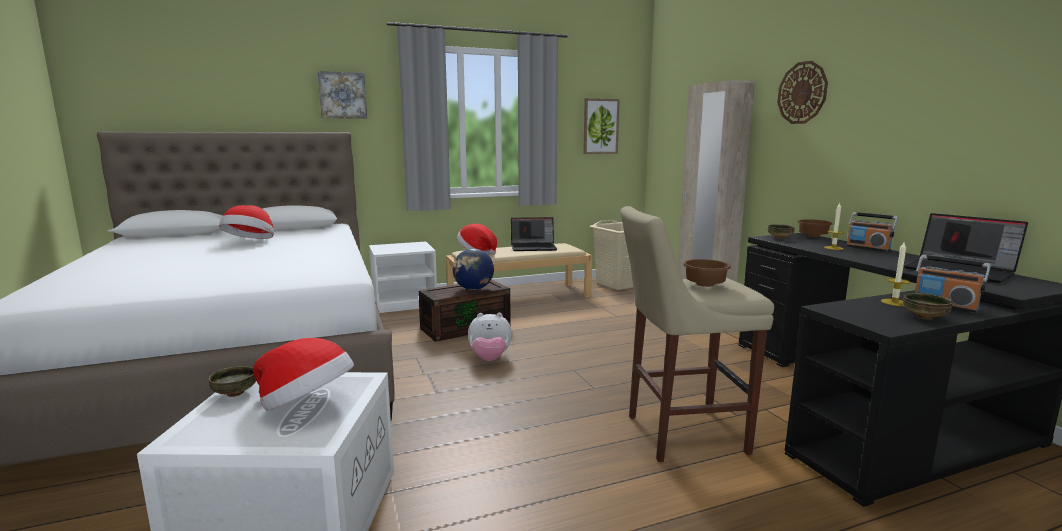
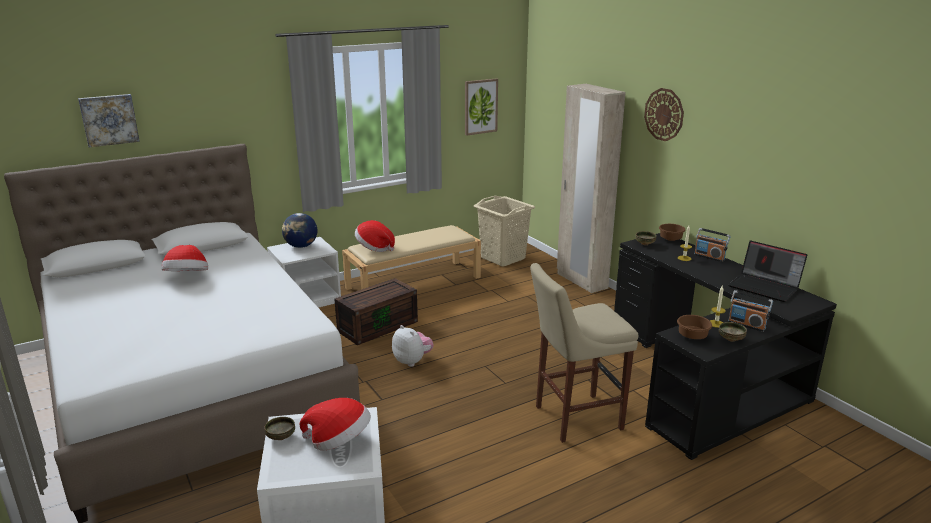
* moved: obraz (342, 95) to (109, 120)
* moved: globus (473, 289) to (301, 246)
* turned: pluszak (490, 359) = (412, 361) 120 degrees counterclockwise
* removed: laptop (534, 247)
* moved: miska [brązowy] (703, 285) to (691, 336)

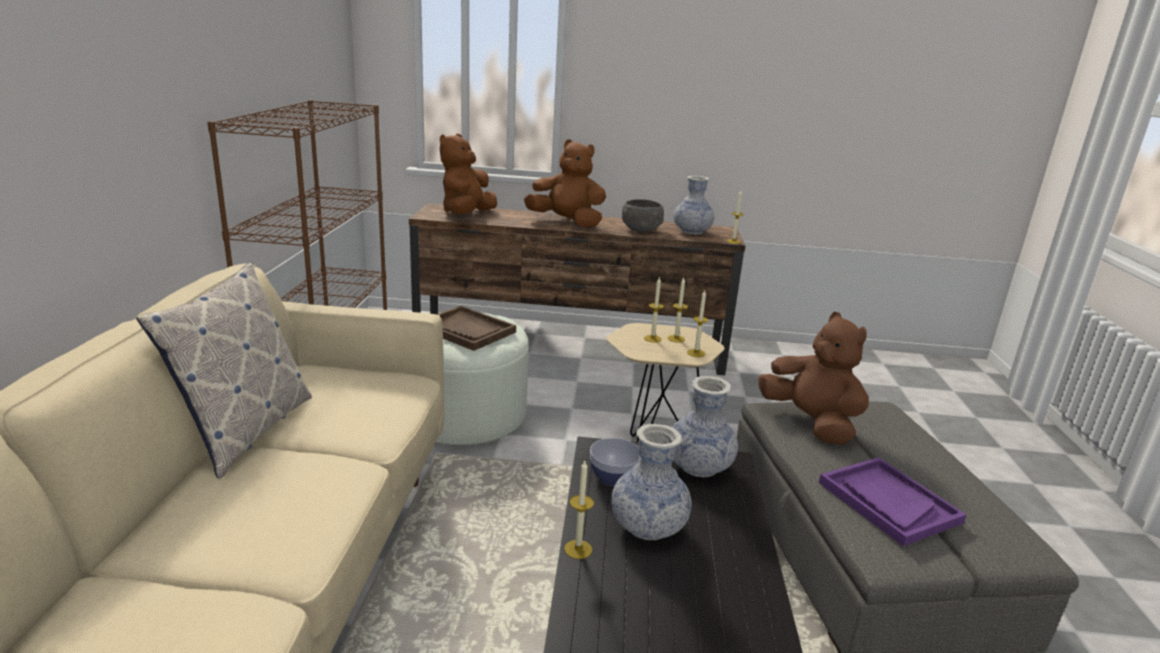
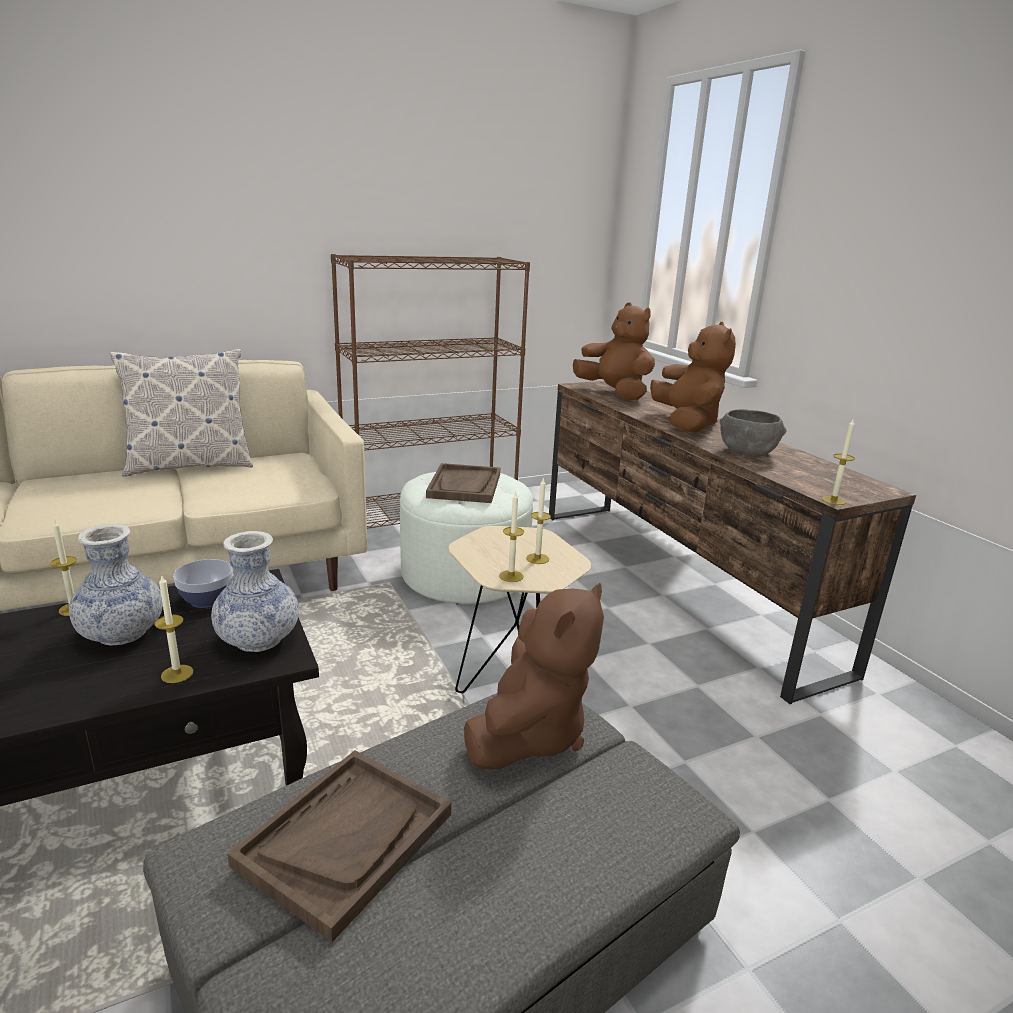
* turned: pluszak [brązowy] (467, 214) = (614, 393) 60 degrees clockwise
* moved: świeca (652, 338) to (177, 674)
* removed: wazon (691, 231)
* recoloured: taca [fioletowy] (888, 502) to taca [brązowy] (345, 839)

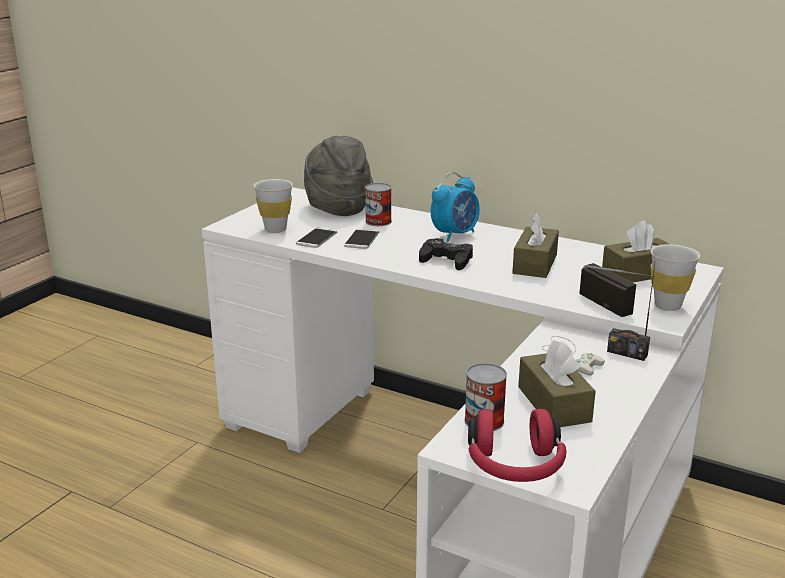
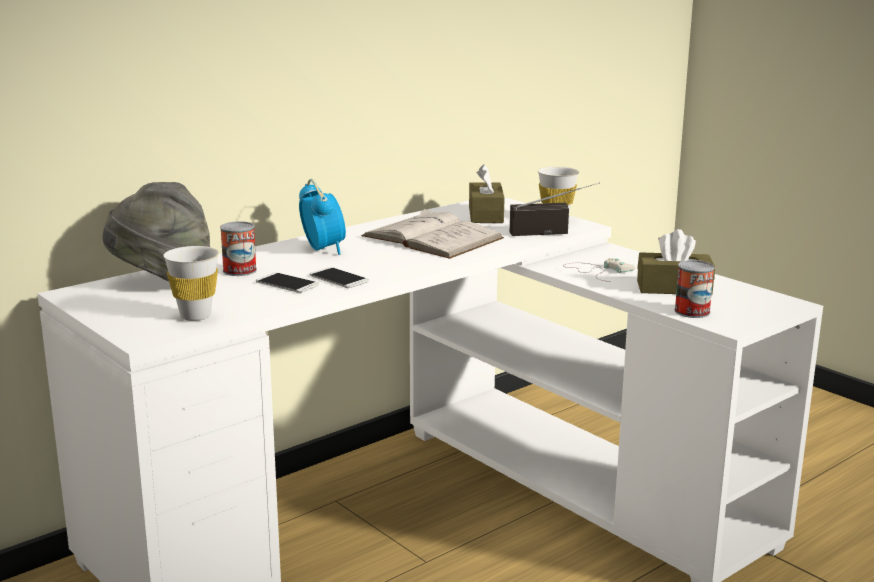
* moved: telefon (317, 238) to (338, 278)
* removed: pad do gier [czarny] (446, 260)
* removed: słuchawki [czerwony] (515, 467)
* replaced: pudełko chusteczek [brązowy] (535, 264) to książka [biały] (432, 237)
* removed: radio (627, 353)

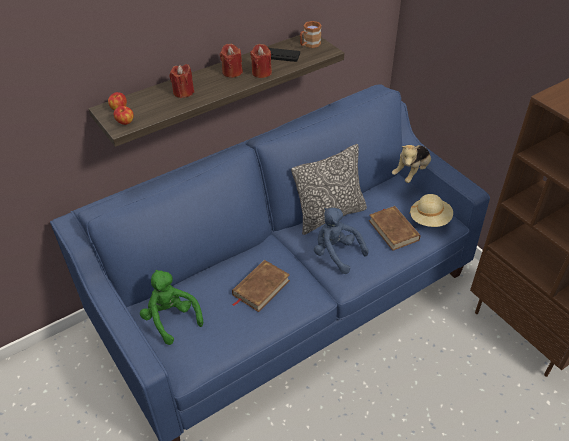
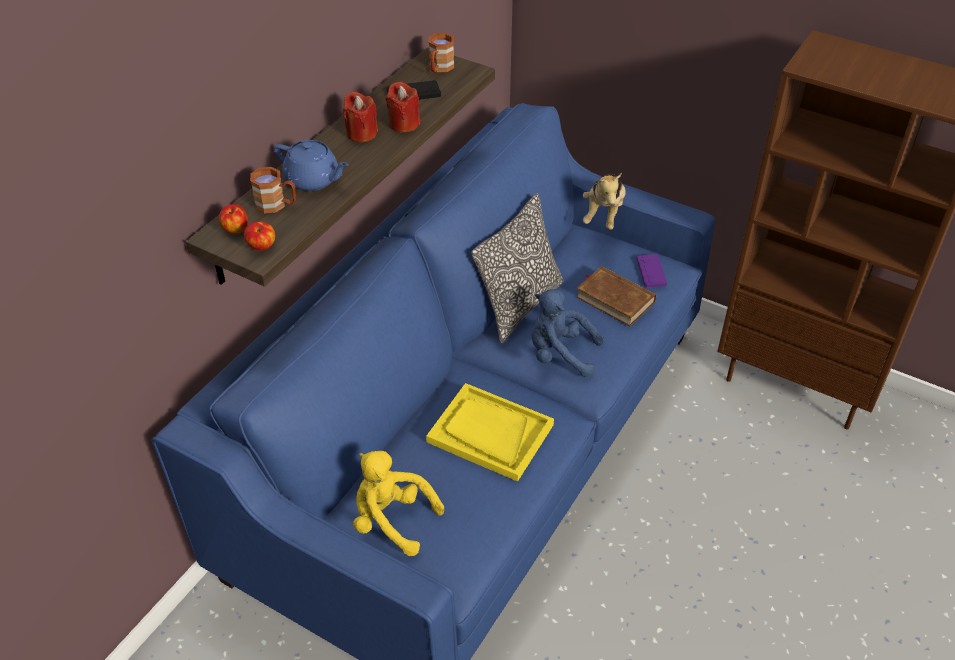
* recoloured: pluszak [zielony] (171, 319) to pluszak [żółty] (391, 520)
* replaced: świeca [czerwony] (183, 92) to imbryk [niebieski] (313, 180)
* replaced: książka [brązowy] (260, 288) to taca [żółty] (490, 433)
* replaced: kapelusz [beżowy] (430, 219) to pad do gier [fioletowy] (651, 271)
* added: kubek [brązowy] (276, 205)

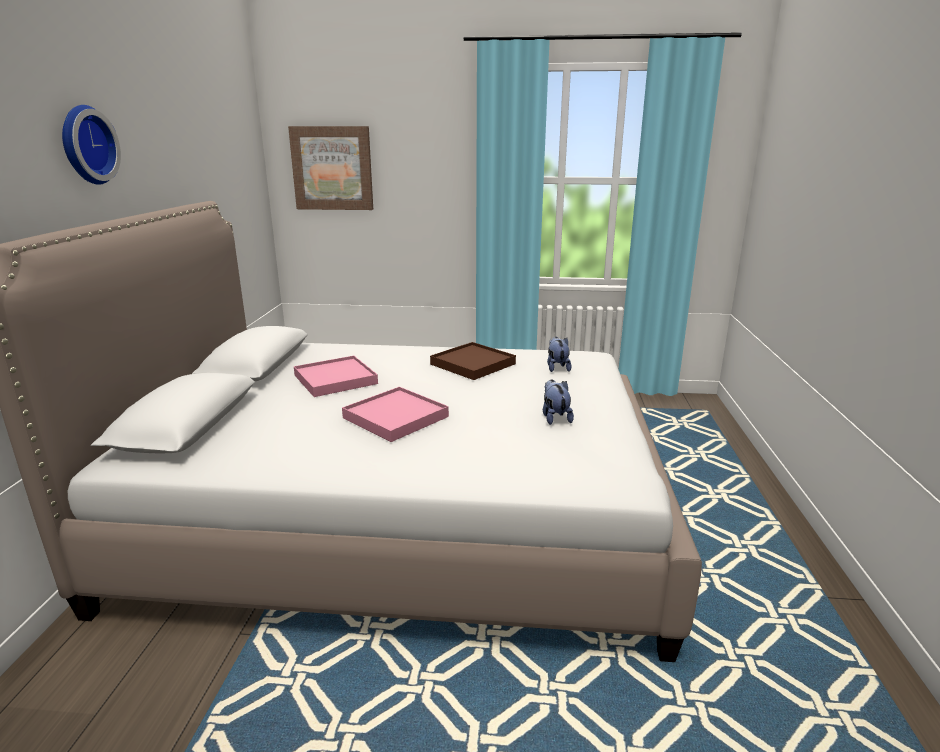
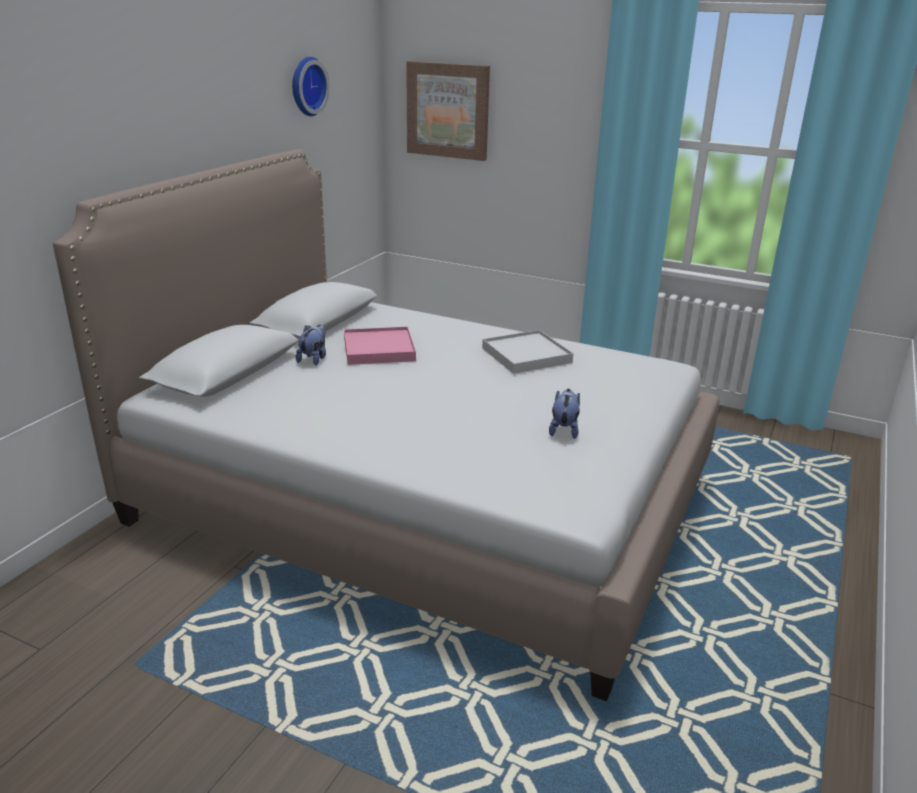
* moved: zegar ścienny (85, 145) to (306, 86)
* removed: taca [różowy] (396, 417)
* recoloured: taca [brązowy] (473, 364) to taca [biały] (526, 355)
* moved: pluszak (557, 367) to (314, 359)

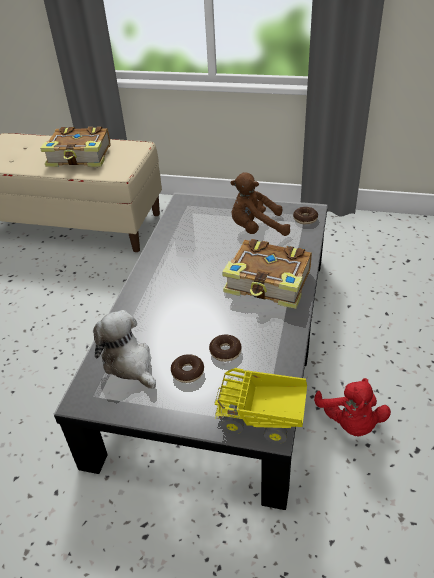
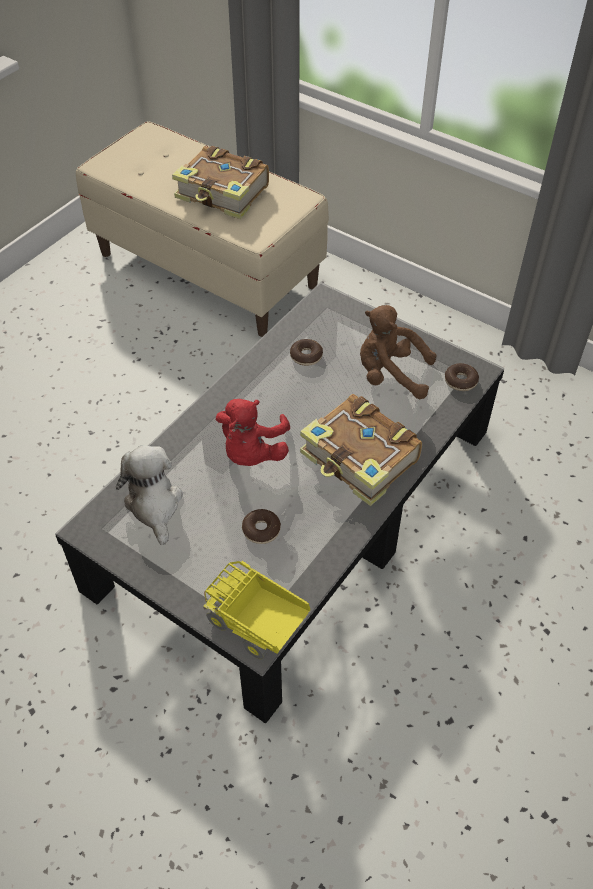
* moved: donut (188, 372) to (306, 356)
* moved: pluszak [czerwony] (350, 422) to (252, 452)

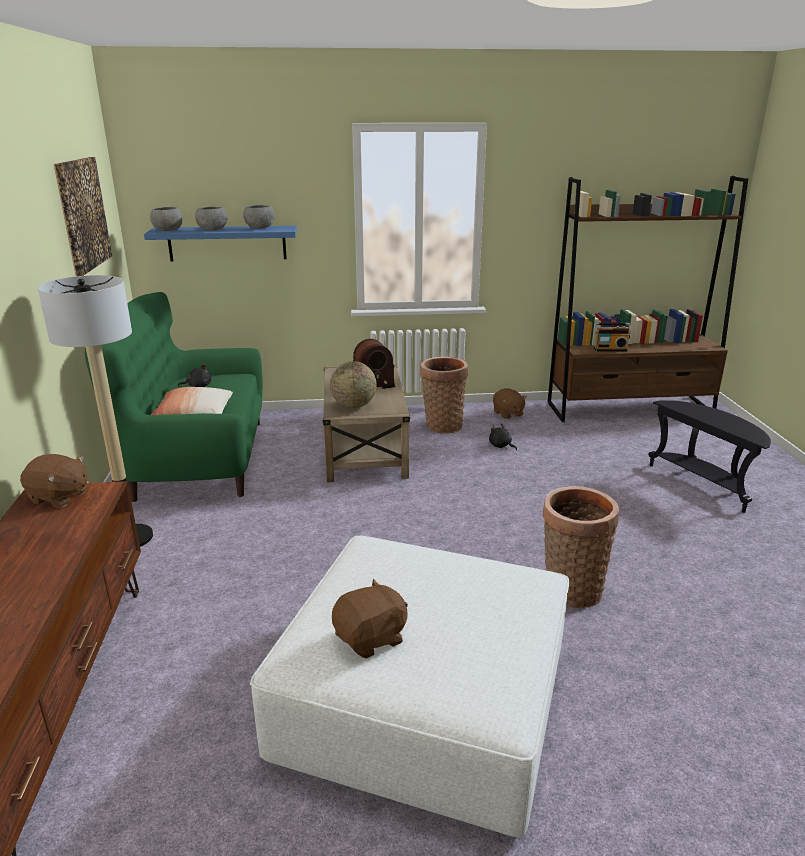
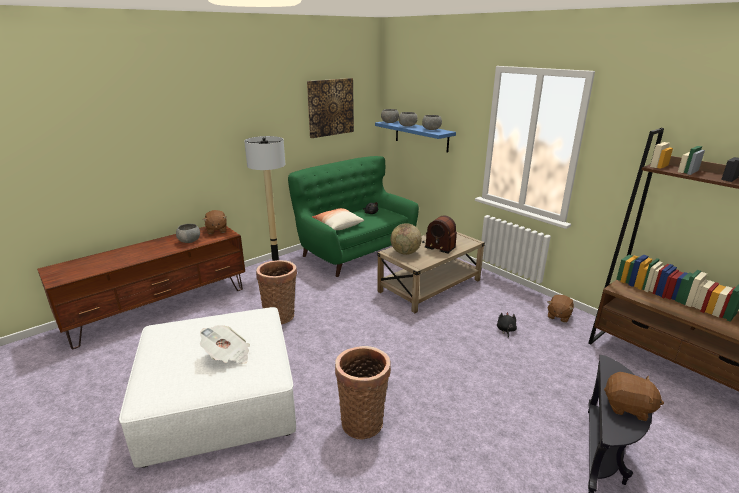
* moved: pluszak [brązowy] (371, 638) to (628, 407)
* moved: koszyk (442, 425) to (280, 315)
* removed: radio (610, 349)
* added: miska [szary] (189, 241)
* added: gazeta (228, 355)

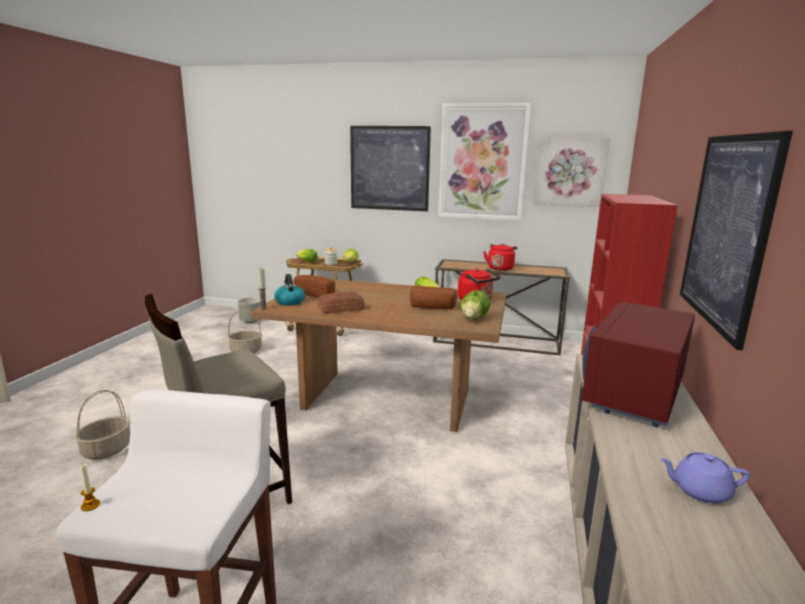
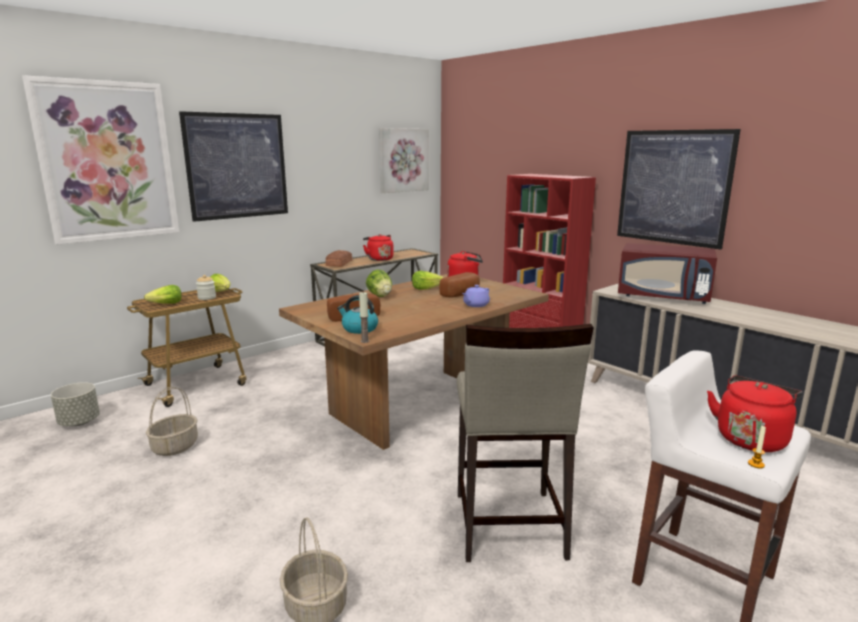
* moved: chleb (340, 309) to (338, 263)
* moved: obraz (482, 162) to (107, 162)
* moved: sałata (474, 319) to (380, 296)
* turned: mikrofalówka [czerwony] (635, 394) = (663, 297) 45 degrees counterclockwise
* moved: imbryk [fioletowy] (699, 491) to (475, 305)
* added: czajnik [czerwony] (751, 438)

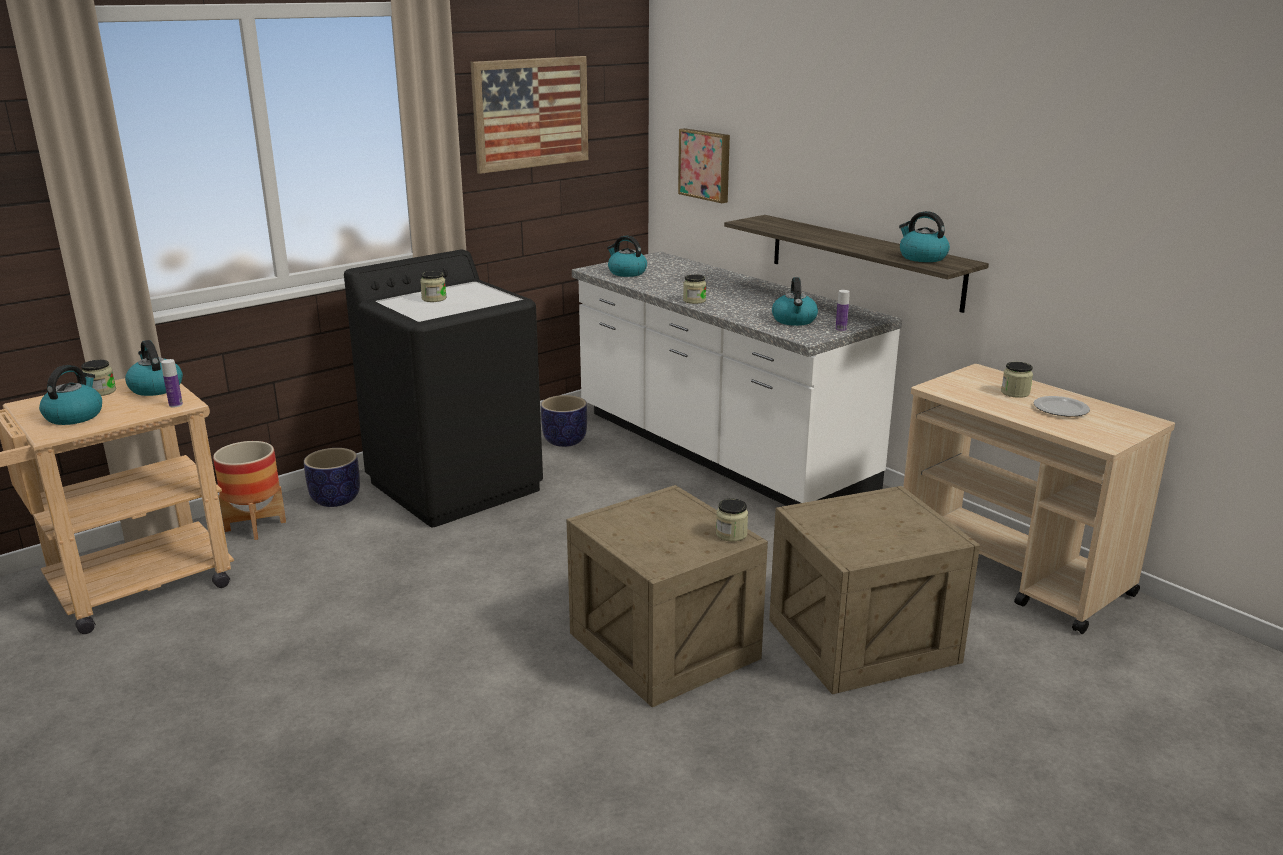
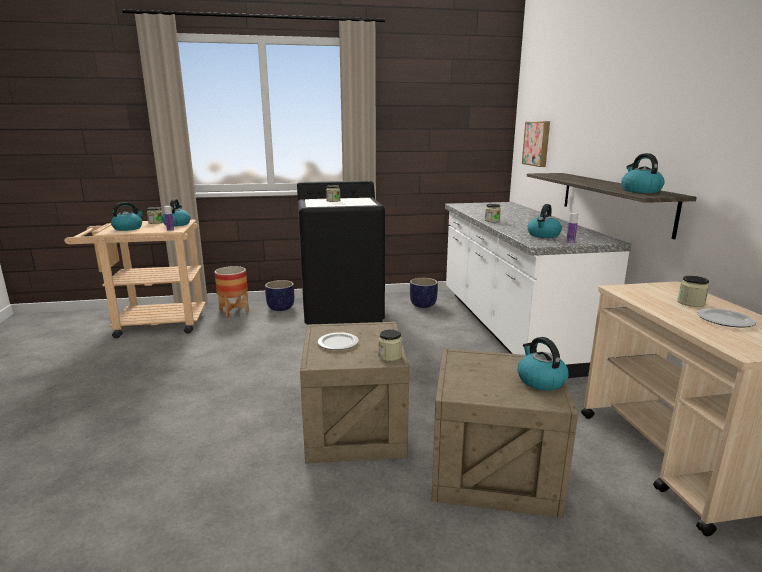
* removed: obraz (531, 113)
* moved: czajnik (626, 272) to (540, 380)
* added: talerz (337, 343)

